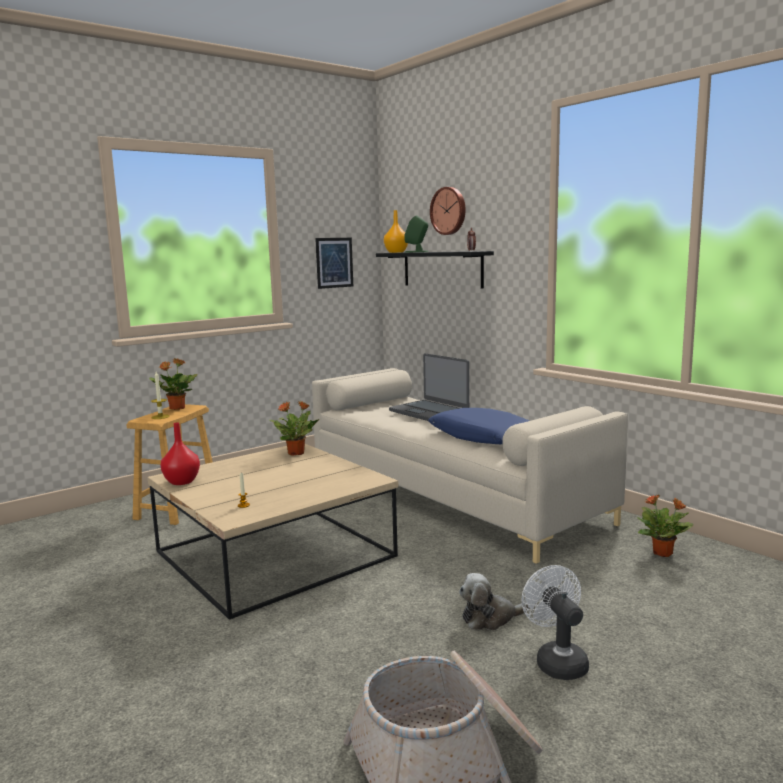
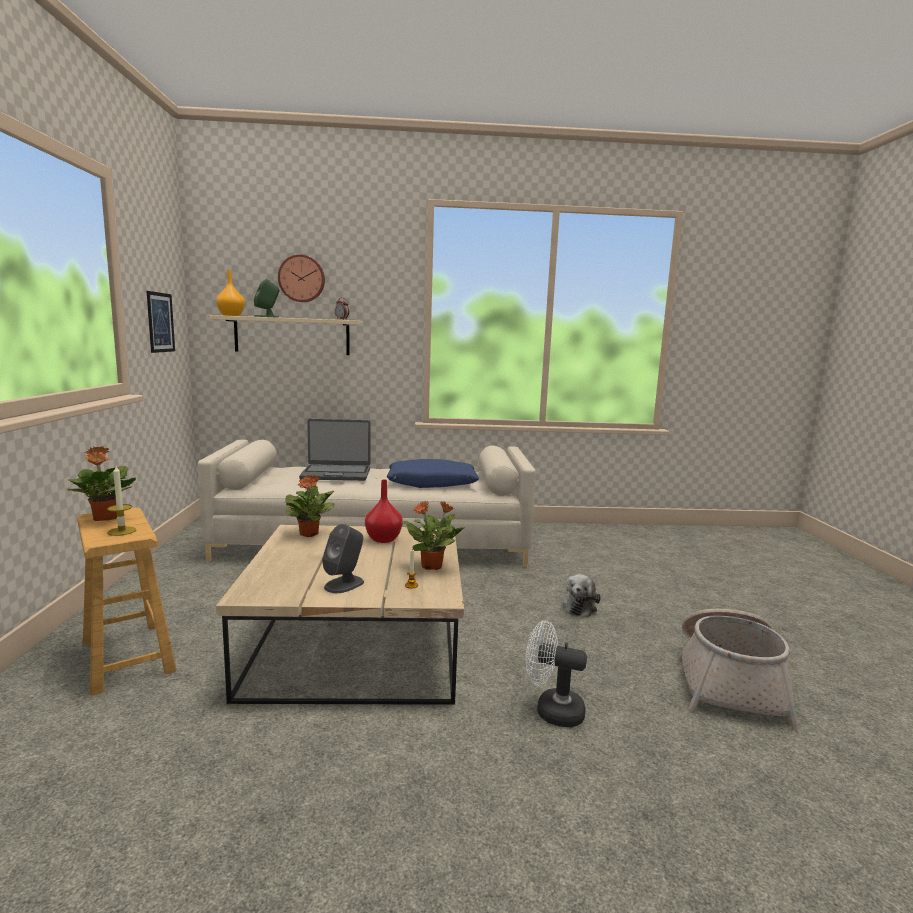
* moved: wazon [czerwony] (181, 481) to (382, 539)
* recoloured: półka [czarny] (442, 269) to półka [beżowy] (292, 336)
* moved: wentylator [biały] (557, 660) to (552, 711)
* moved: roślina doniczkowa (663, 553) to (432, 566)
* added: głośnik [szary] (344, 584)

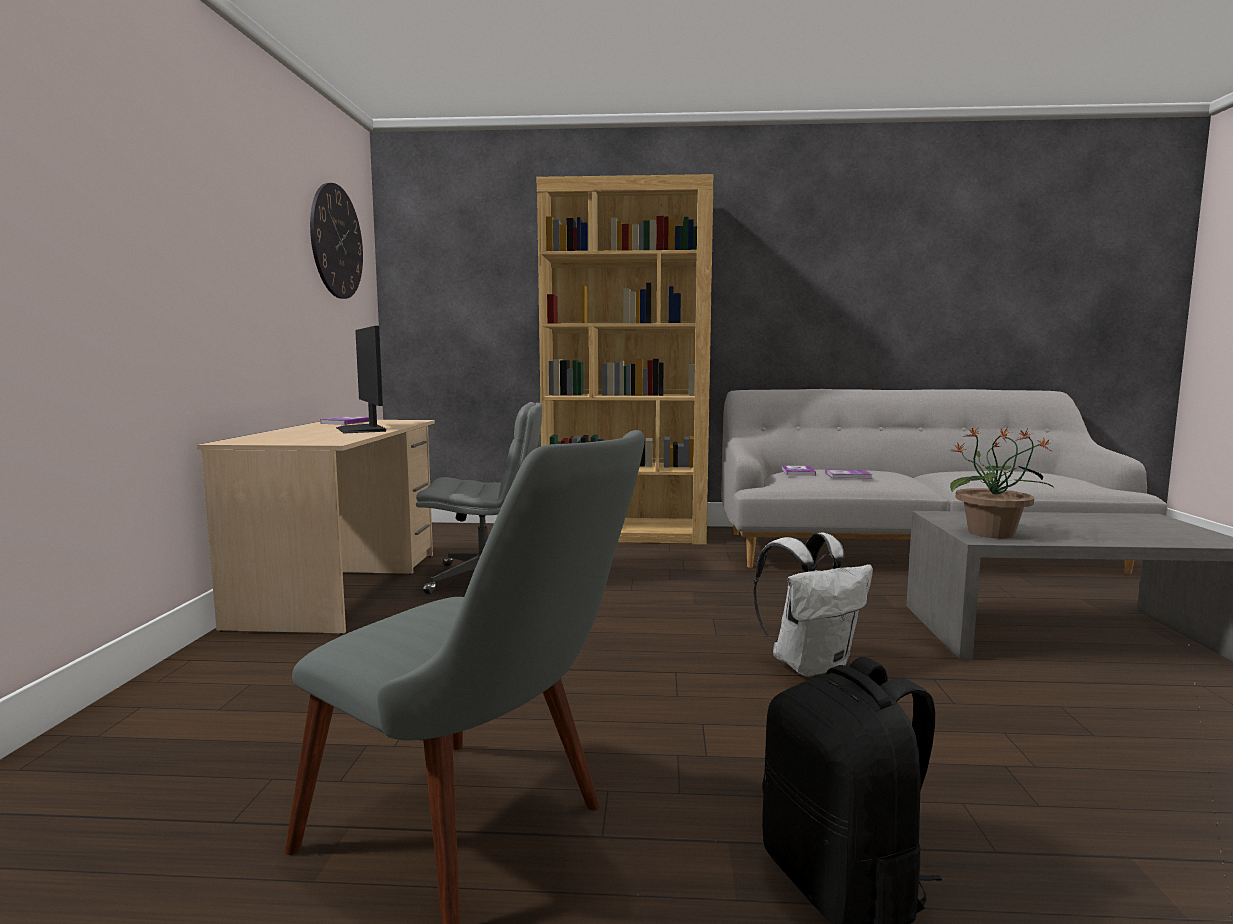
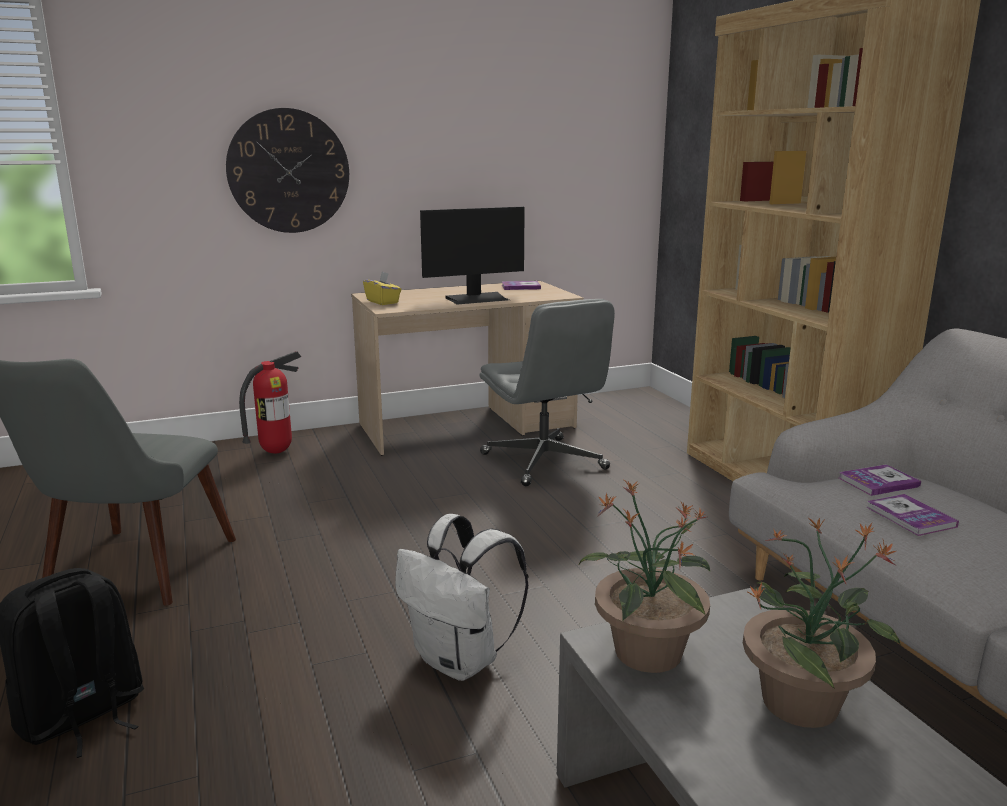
* moved: zegar ścienny (336, 242) to (288, 171)
* turned: monitor (362, 429) = (477, 298) 150 degrees counterclockwise
* added: gaśnica (276, 452)
* added: pudełko chusteczek [żółty] (383, 302)
* added: roślina doniczkowa (802, 702)

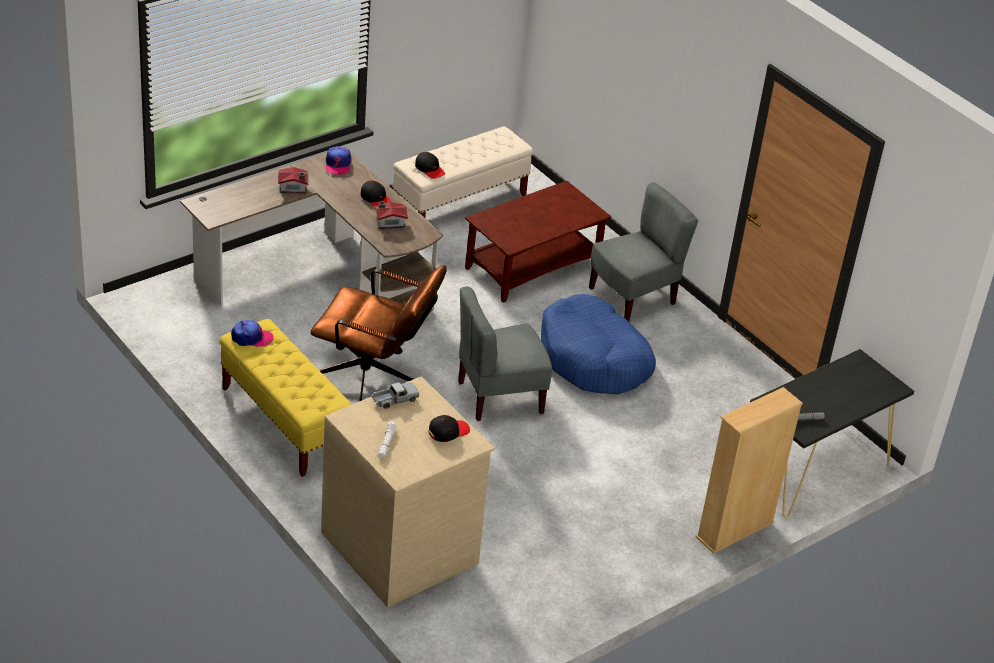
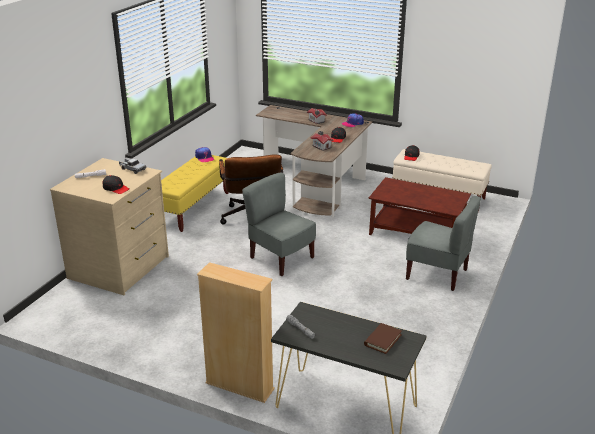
* removed: legowisko [niebieski] (594, 359)
* added: książka [brązowy] (383, 340)

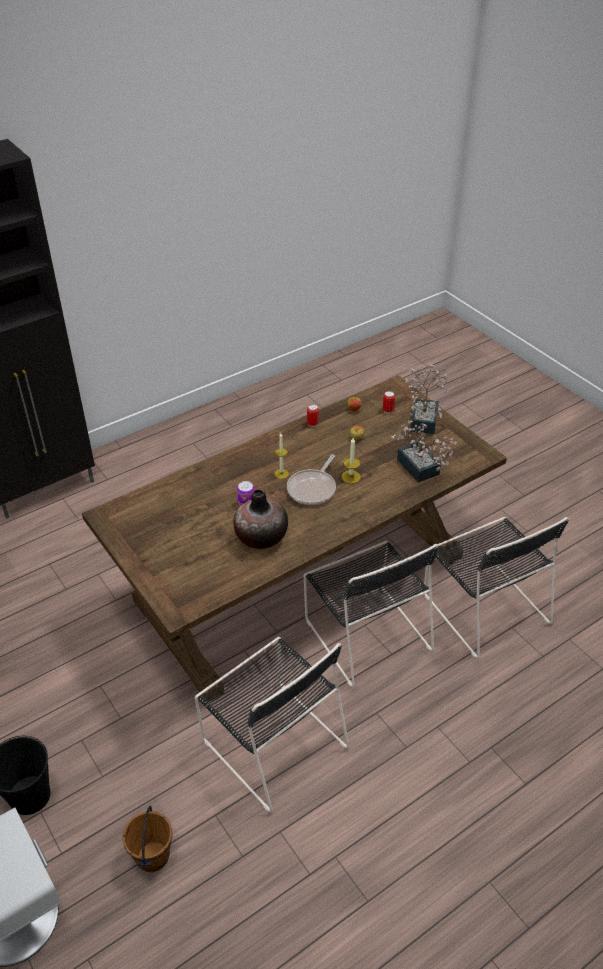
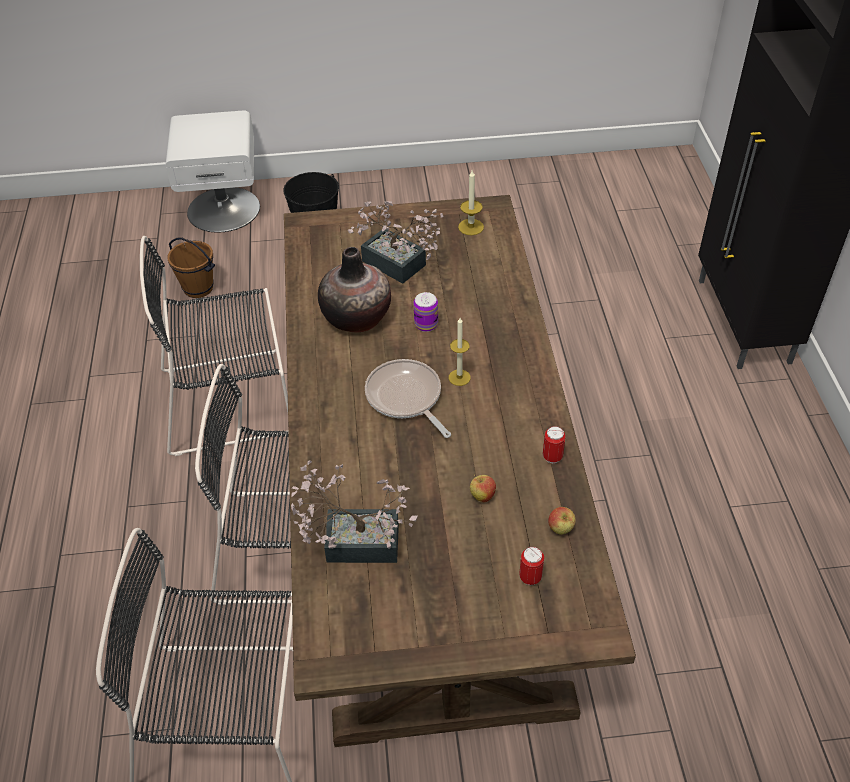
* moved: świeca (351, 477) to (471, 227)
* moved: roślina doniczkowa (425, 418) to (399, 266)

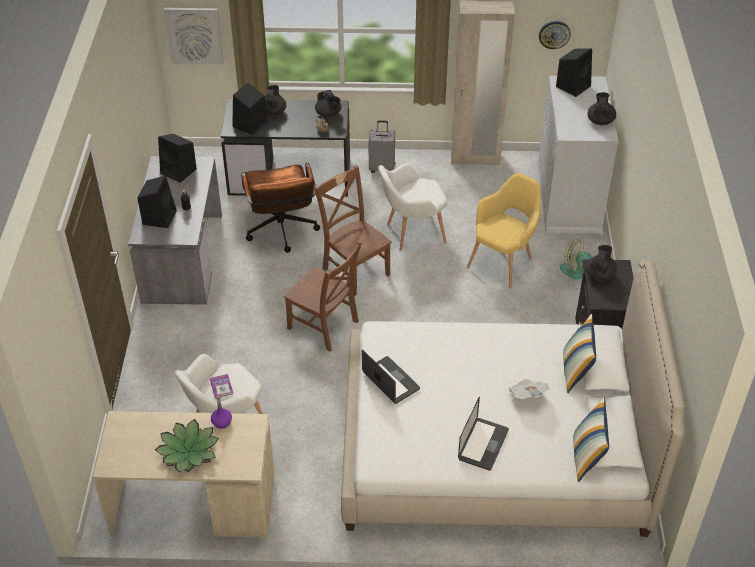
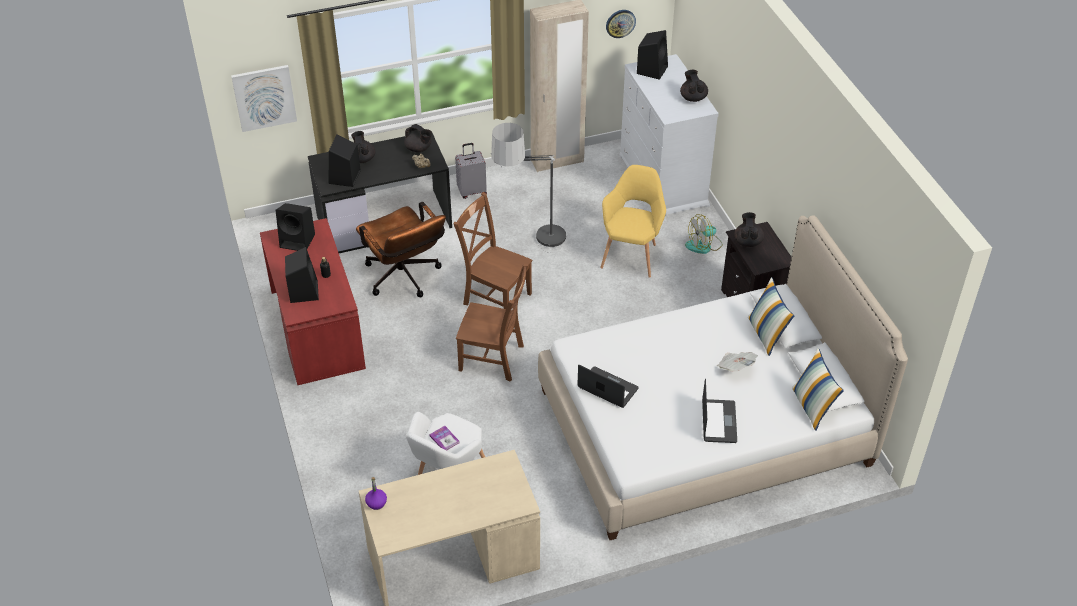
* recoloured: biurko [szary] (182, 257) to biurko [czerwony] (316, 329)
* removed: roślina doniczkowa (188, 451)
* moved: butelka [fioletowy] (222, 422) to (376, 503)
* replaced: fotel [biały] (411, 233) to lampa stojąca (532, 248)

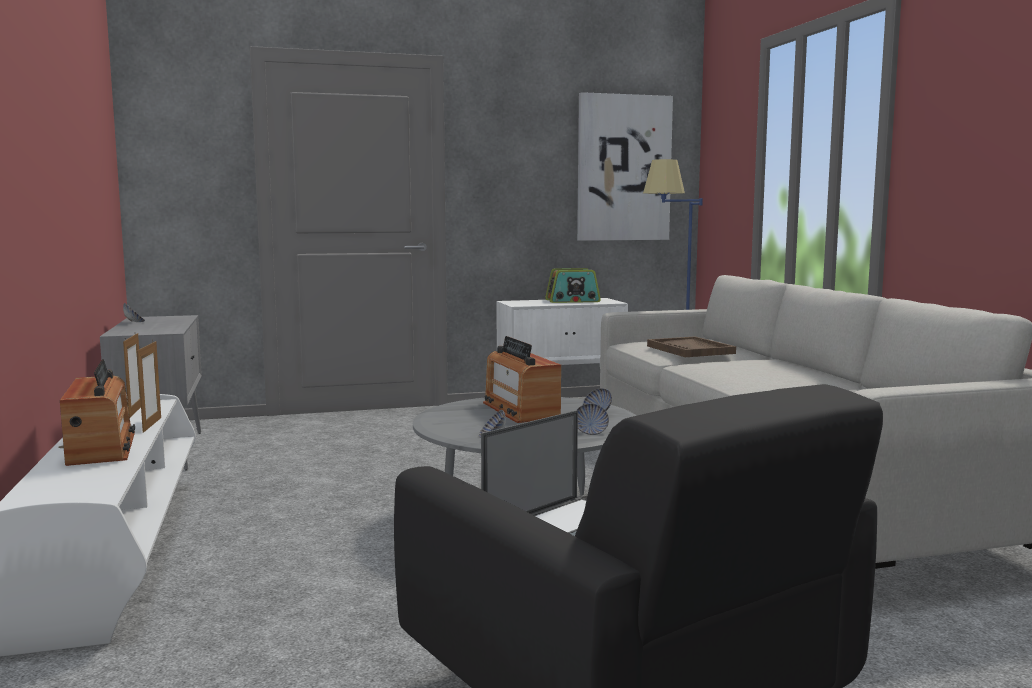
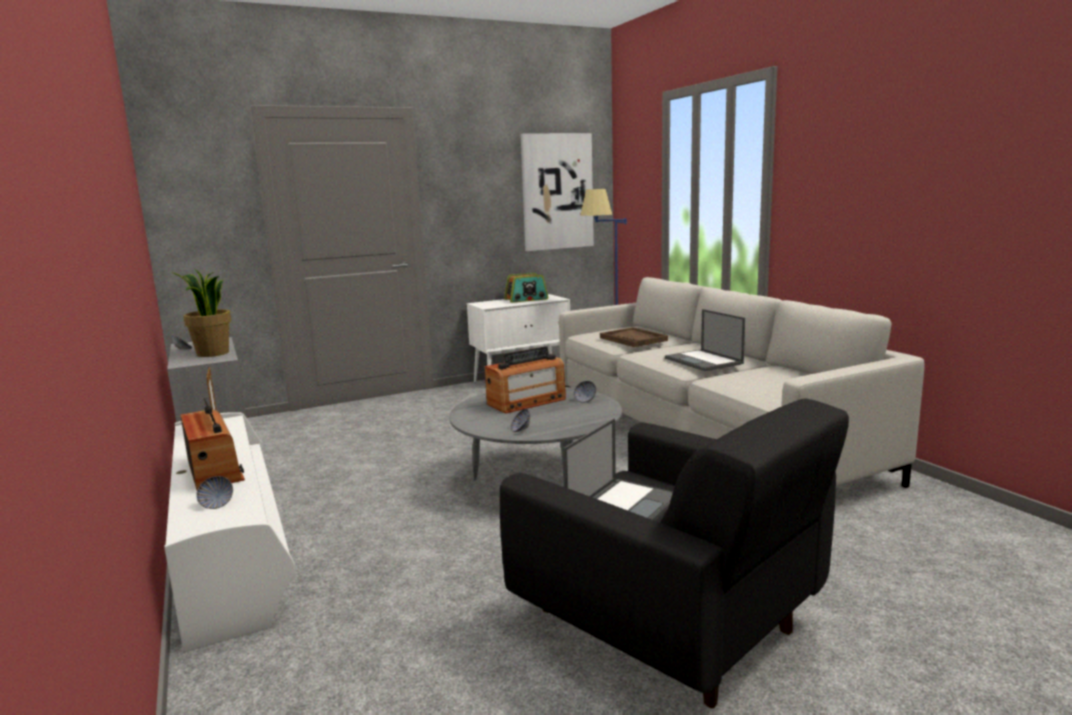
* removed: ramka na zdjęcie (152, 424)
* turned: radio (520, 410) = (526, 402) 90 degrees counterclockwise
* moved: miska (591, 432) to (217, 504)
* added: roślina doniczkowa (212, 353)
* added: laptop (704, 361)

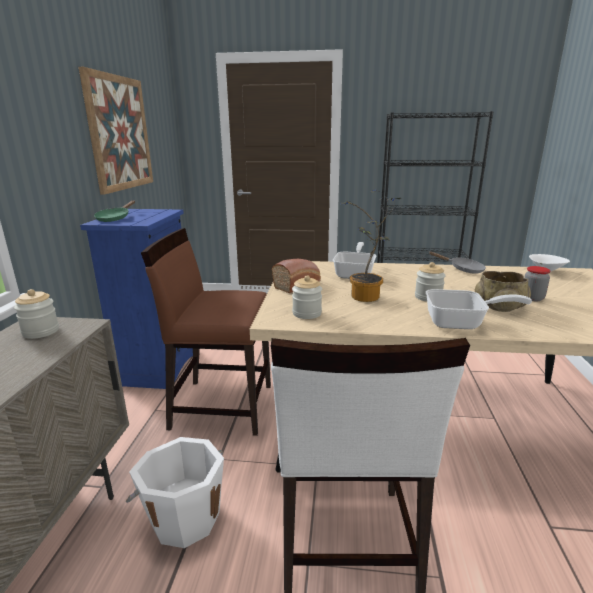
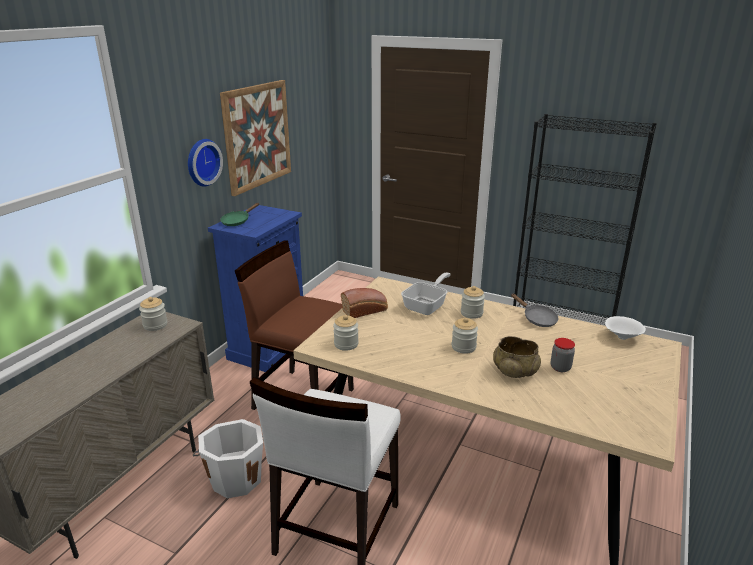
* removed: roślina doniczkowa (366, 298)
* removed: patelnia (461, 323)
* added: zegar ścienny (201, 162)
* added: słoik (471, 313)

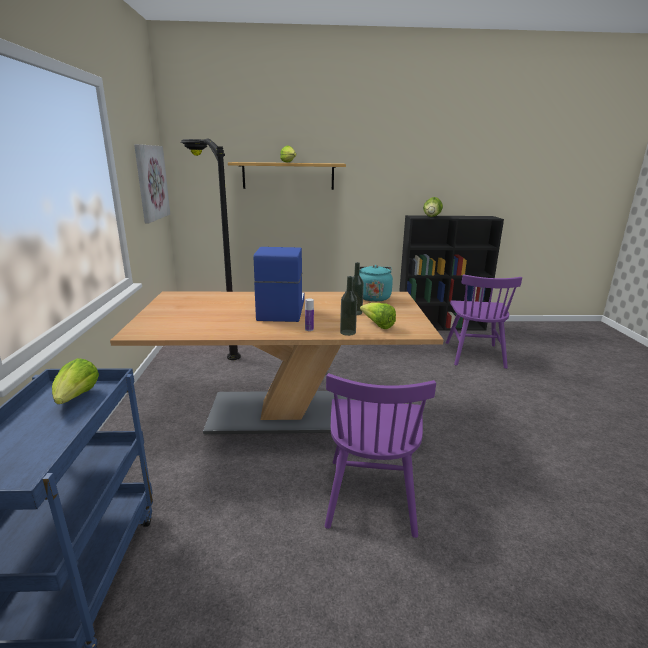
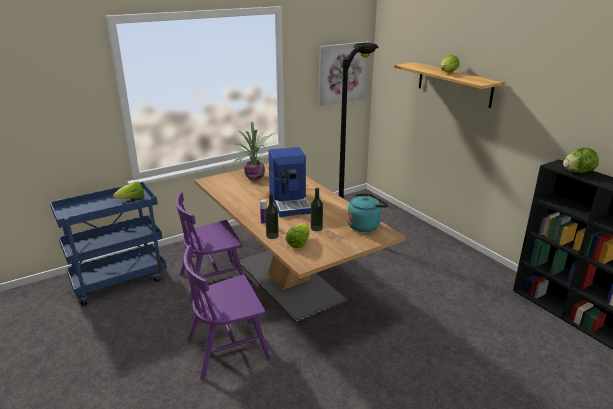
* turned: ekspres do kawy (280, 309) = (290, 202) 105 degrees clockwise
* moved: krzesło [fioletowy] (474, 355) to (213, 280)
* added: roślina doniczkowa (253, 178)

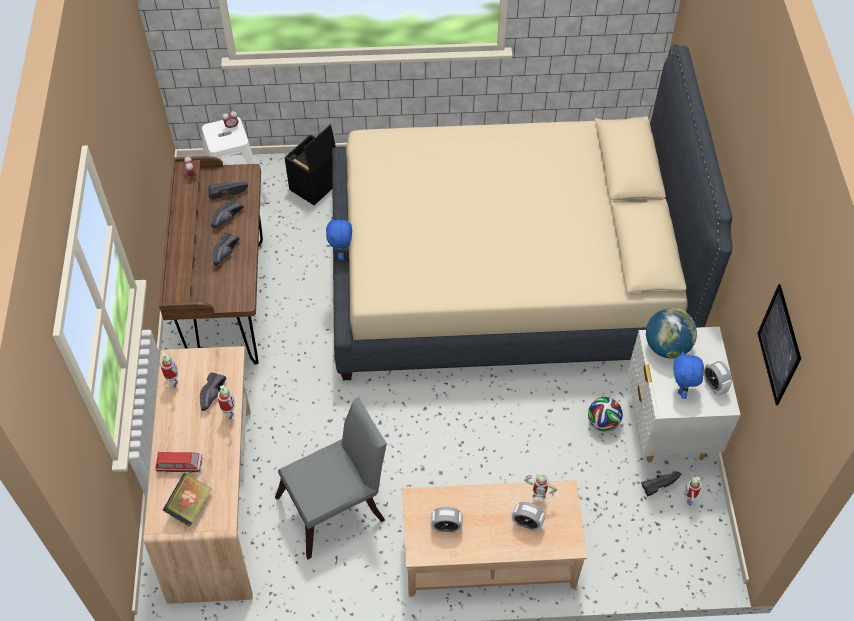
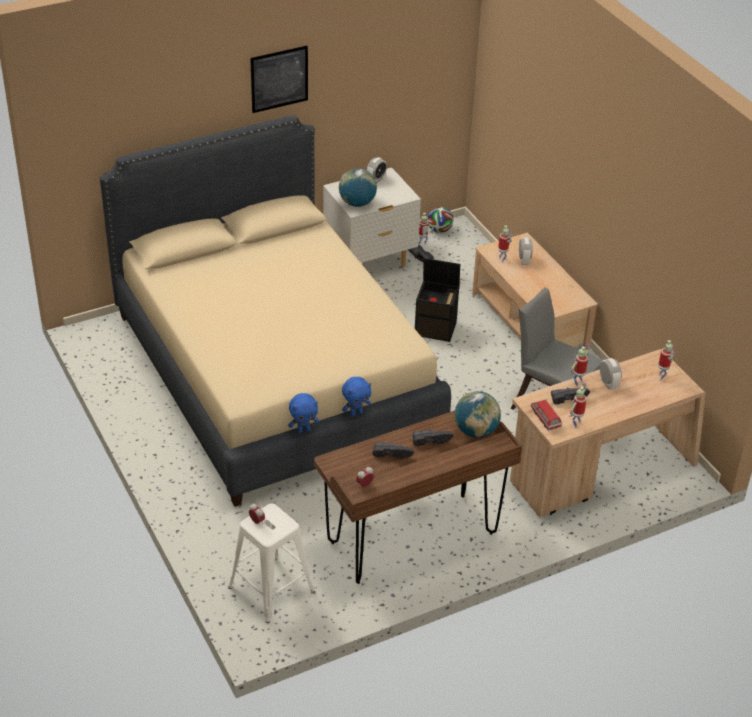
* moved: samochodzik (180, 465) to (545, 418)
* replaced: książka (190, 506) to robot zabawkowy (662, 377)
* removed: but [czarny] (227, 191)
* moved: pojemnik do przechowywania [czarny] (314, 187) to (436, 328)
* moved: budzik (446, 527) to (608, 383)
* moved: piłka futbolowa (603, 422) to (439, 230)
* moved: pluszak [niebieski] (682, 389) to (303, 430)
* moved: obraz (779, 345) to (279, 79)
* added: globus (476, 431)

